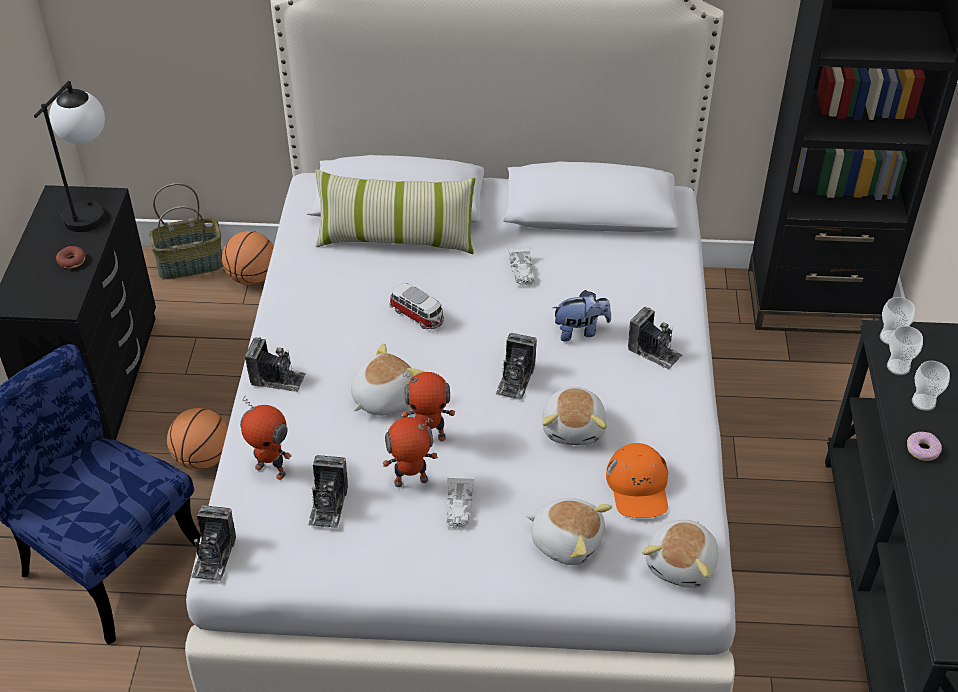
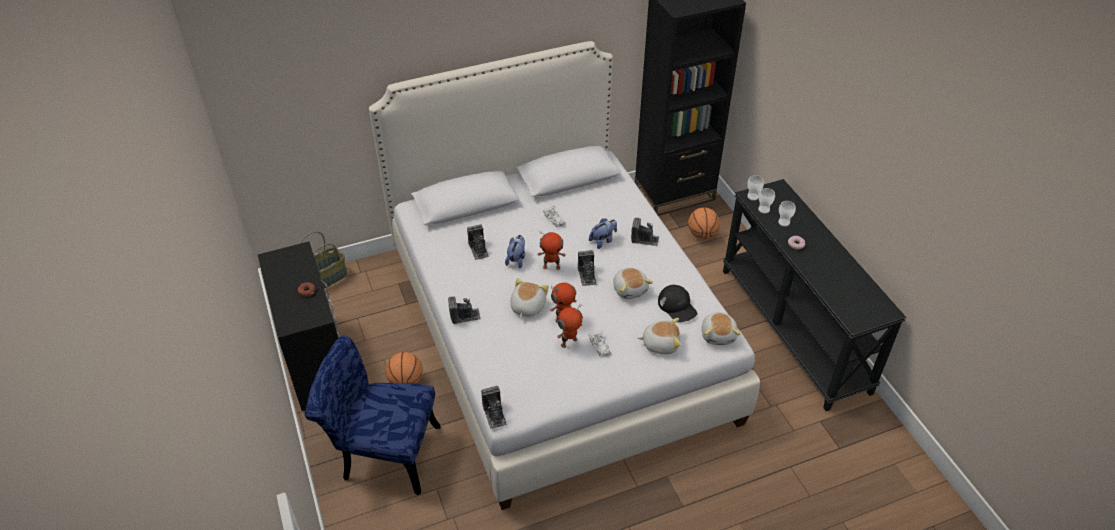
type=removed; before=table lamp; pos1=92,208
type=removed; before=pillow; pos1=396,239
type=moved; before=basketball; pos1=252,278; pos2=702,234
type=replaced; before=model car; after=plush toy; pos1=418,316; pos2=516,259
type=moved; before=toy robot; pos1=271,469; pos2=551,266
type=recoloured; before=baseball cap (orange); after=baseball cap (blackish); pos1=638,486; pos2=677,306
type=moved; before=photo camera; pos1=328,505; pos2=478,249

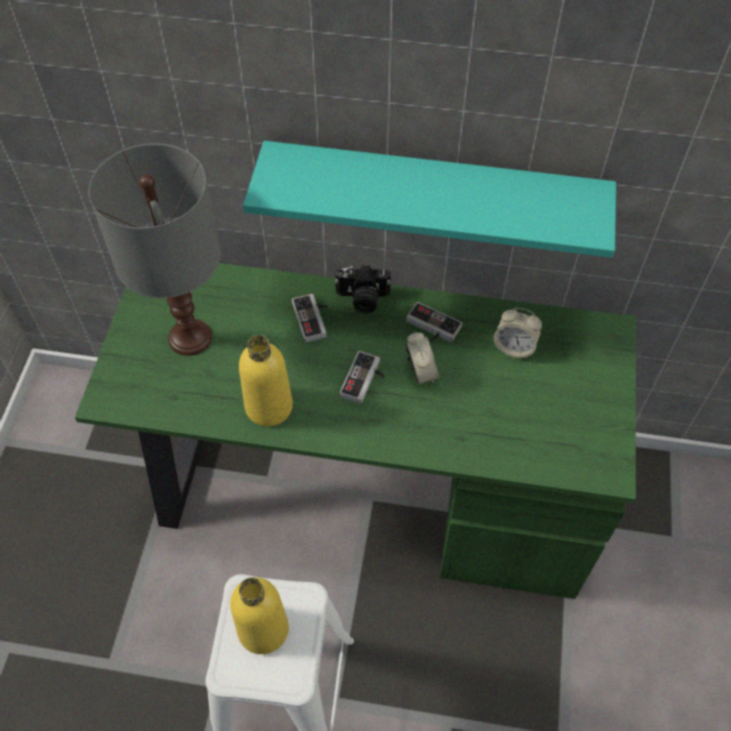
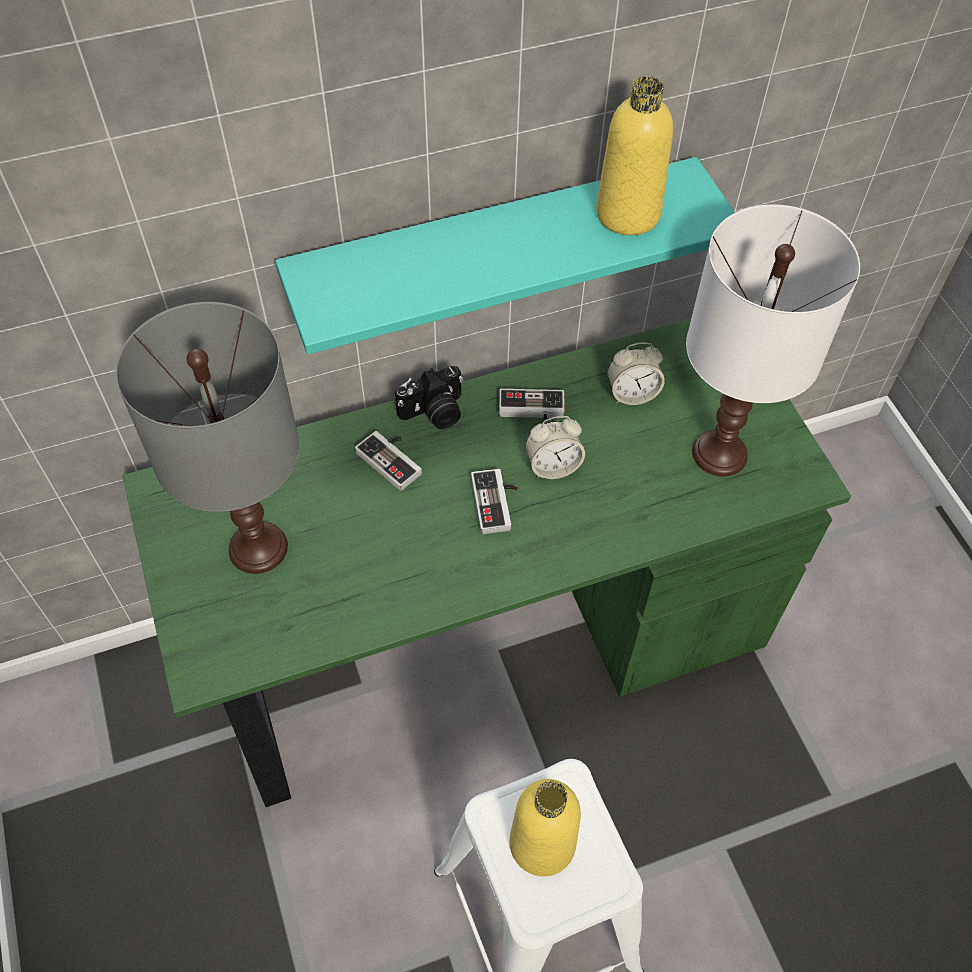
type=turned; before=alarm clock; pos1=421,373; pos2=553,466; turn=120
type=moved; before=drink bottle (yellow-coloured); pos1=269,406; pos2=628,214
type=added; after=table lamp (whitish); pos2=718,453

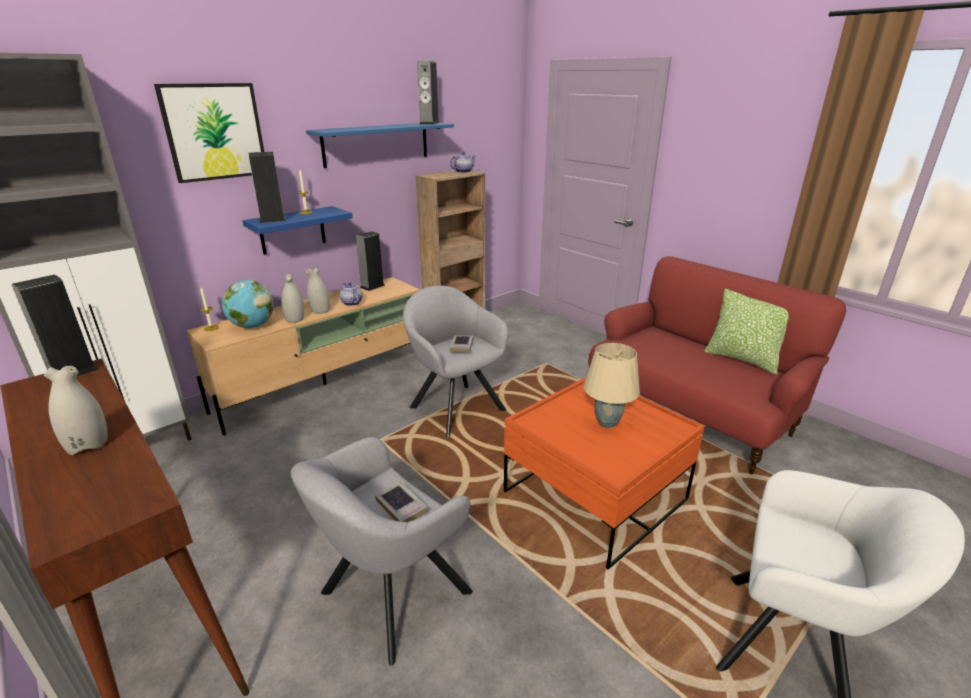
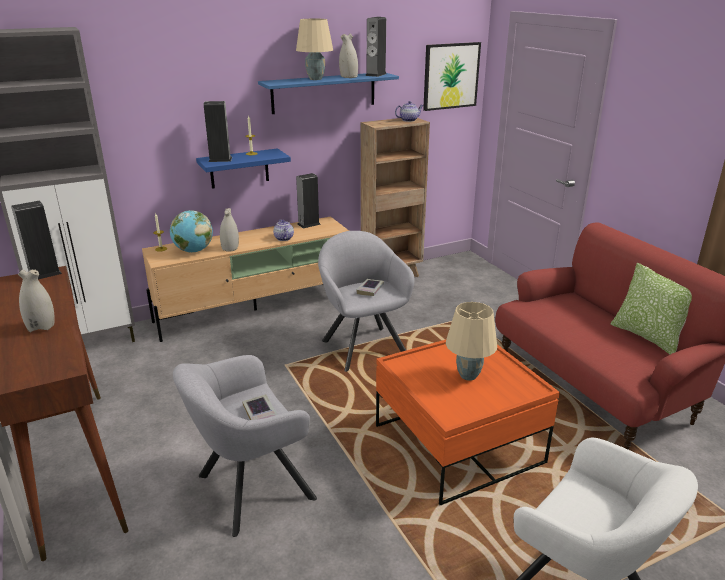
type=moved; before=wall art; pos1=214,132; pos2=451,76
type=moved; before=vase (whitish); pos1=320,311; pos2=348,77
type=added; after=table lamp (beige-coloured); pos2=315,79

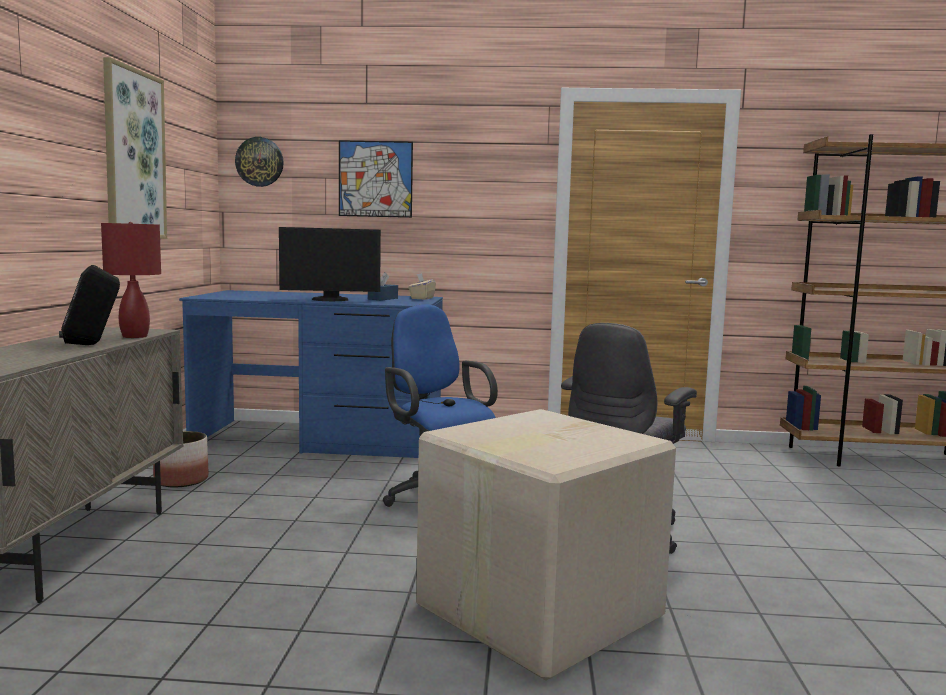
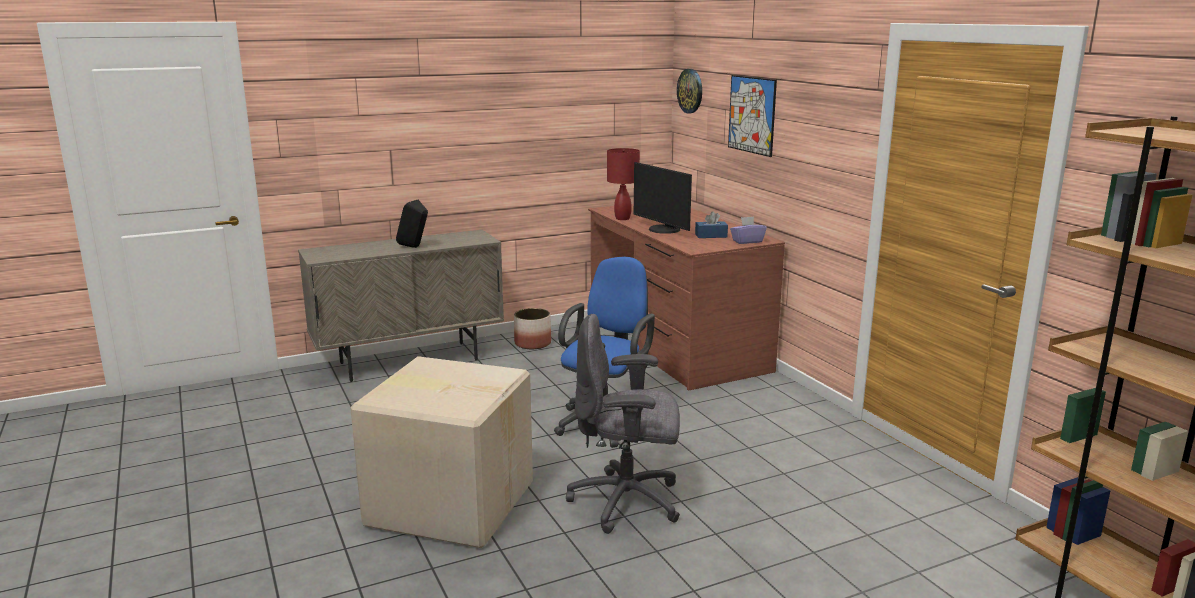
type=removed; before=wall art; pos1=134,155
type=moved; before=table lamp (red); pos1=135,336; pos2=622,218
type=recoloured; before=box of tissues (beige-coloured); after=box of tissues (purple-coloured); pos1=422,298; pos2=747,241
type=recoloured; before=desk table (bluish); after=desk table (brown); pos1=320,438; pos2=675,345

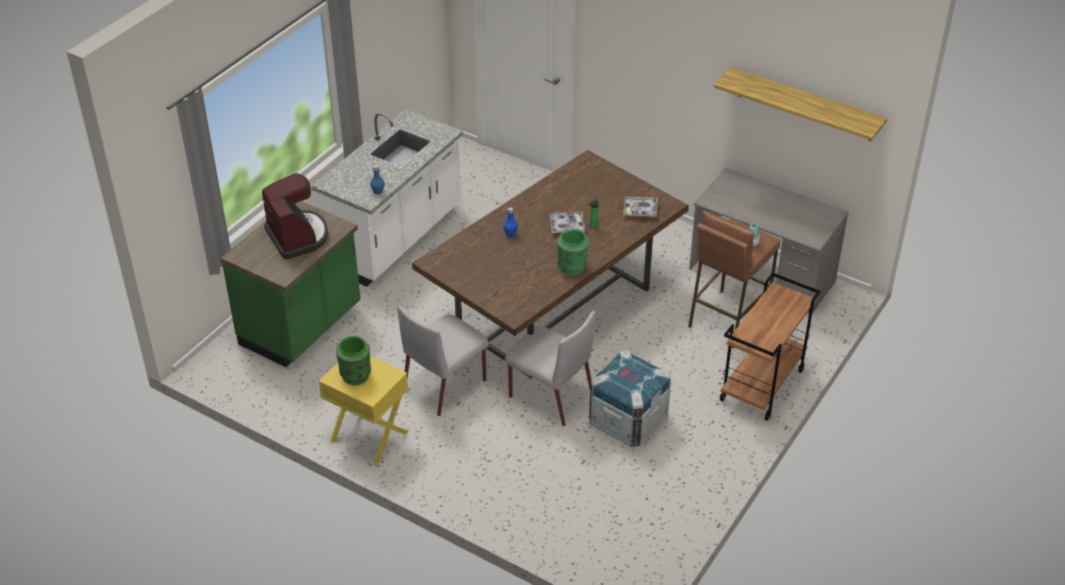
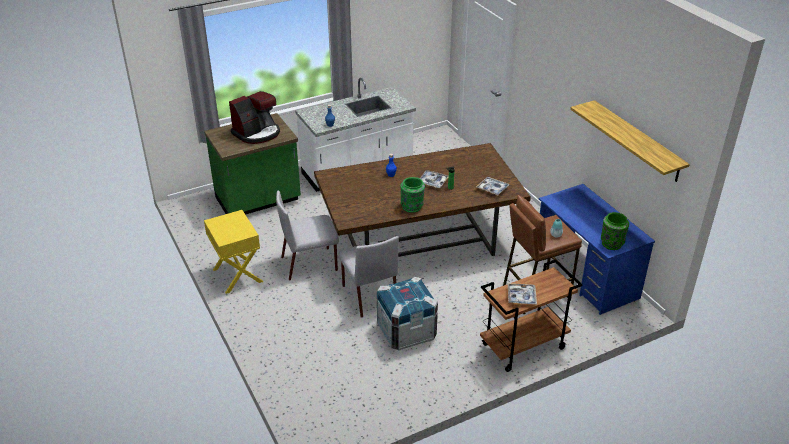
type=recoloured; before=desk table (greyish); after=desk table (bluish); pos1=762,276; pos2=585,275
type=turned; before=coffee machine; pos1=298,236; pos2=257,133; turn=45
type=moved; before=vase (green-coloured); pos1=355,375; pos2=611,243
type=added; after=carrying tray; pos2=521,297

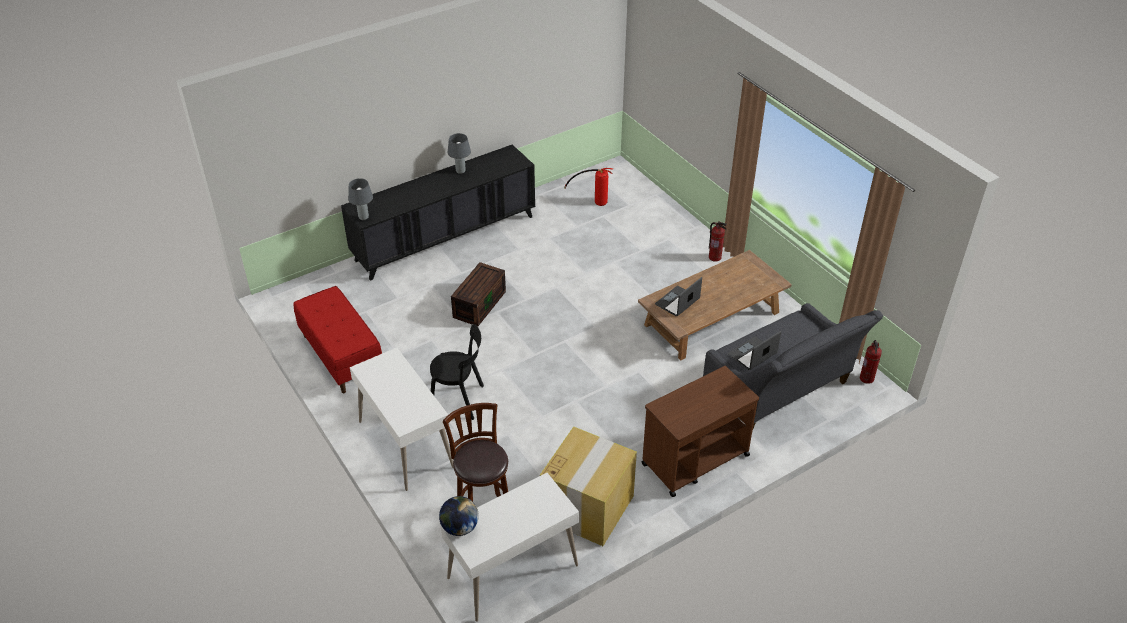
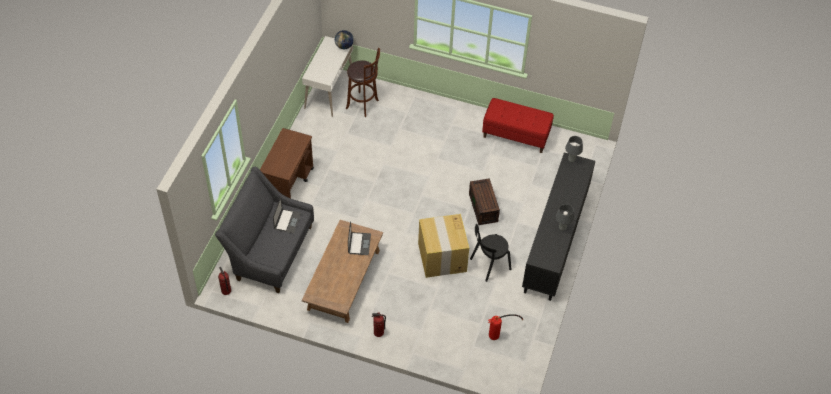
type=moved; before=plain chair (blackish); pos1=460,400; pos2=488,265
type=removed; before=desk table (whitish); pos1=405,444
type=moved; before=packing box; pos1=588,506; pos2=442,258

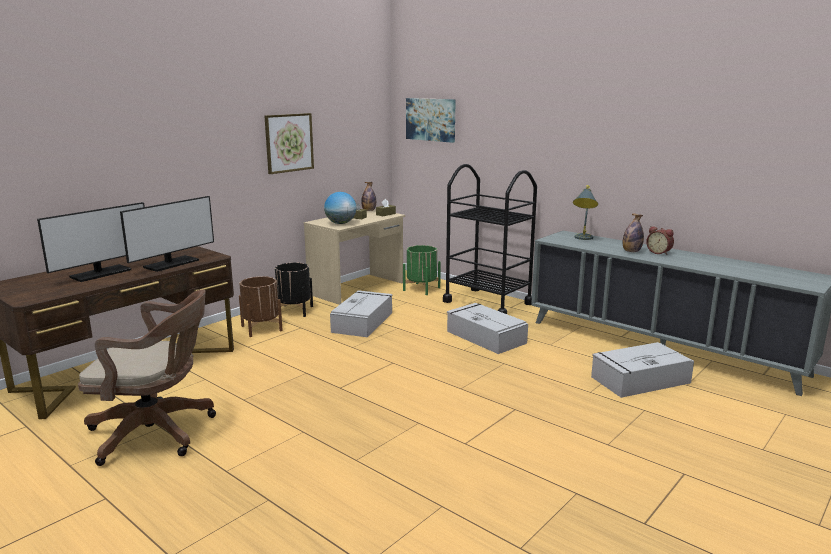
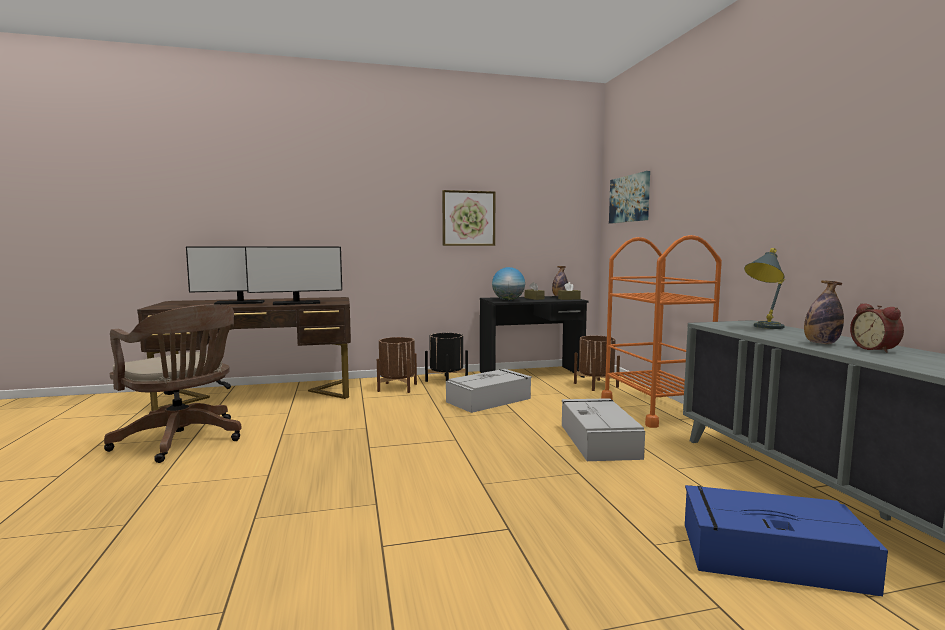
type=recoloured; before=trolley (blackish); after=trolley (orange); pos1=488,302; pos2=655,409
type=recoloured; before=desk table (beige-coloured); after=desk table (blackish); pos1=357,288; pos2=531,374
type=recoloured; before=plant pot (green-coloured); after=plant pot (brown); pos1=421,289; pos2=596,385
type=recoloured; before=storage bin (greyish); after=storage bin (bluish); pos1=639,380; pos2=769,556

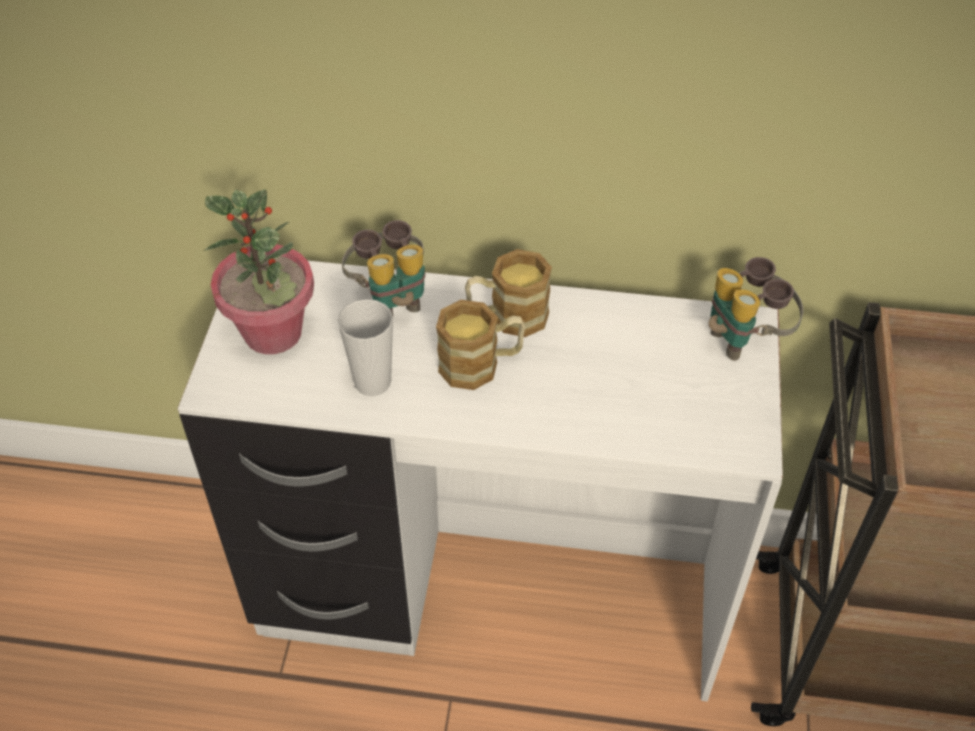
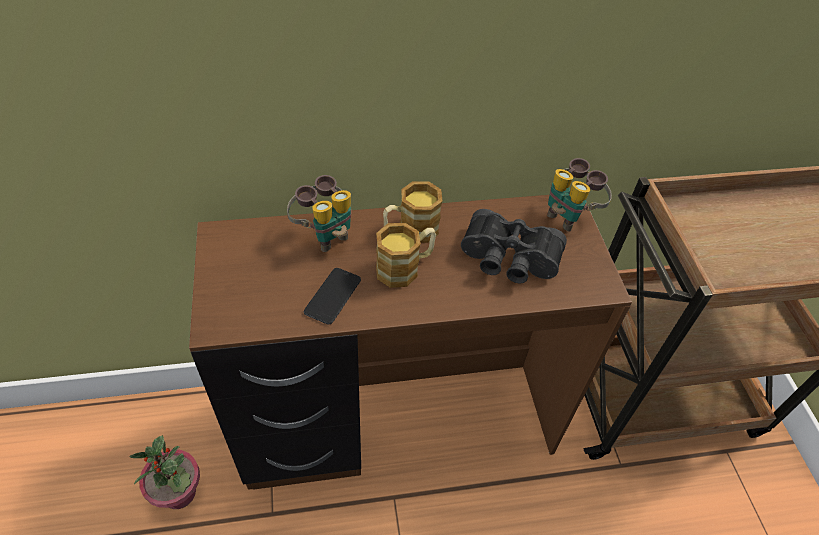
type=moved; before=houseplant; pos1=273,333; pos2=179,493
type=recoloured; before=desk table (whitish); after=desk table (brown); pos1=489,600; pos2=398,424
type=replaced; before=drinking cup; after=phone; pos1=372,382; pos2=333,296
type=added; after=pair of binoculars (blackish); pos2=508,260

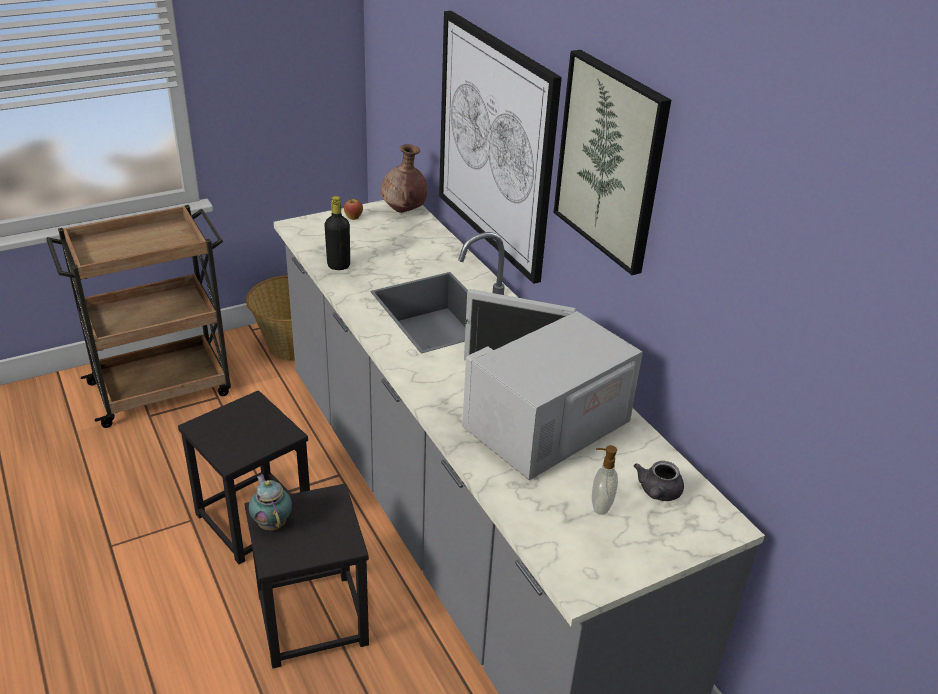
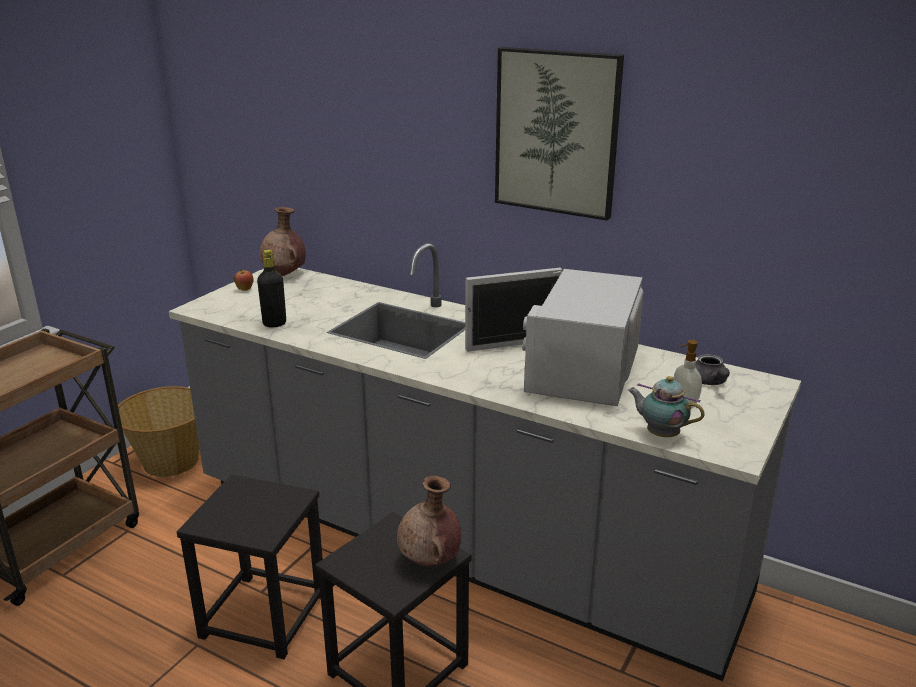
type=removed; before=wall art; pos1=495,144
type=moved; before=pot for tea; pos1=272,522; pos2=660,434
type=added; after=vase (brown); pos2=430,561

